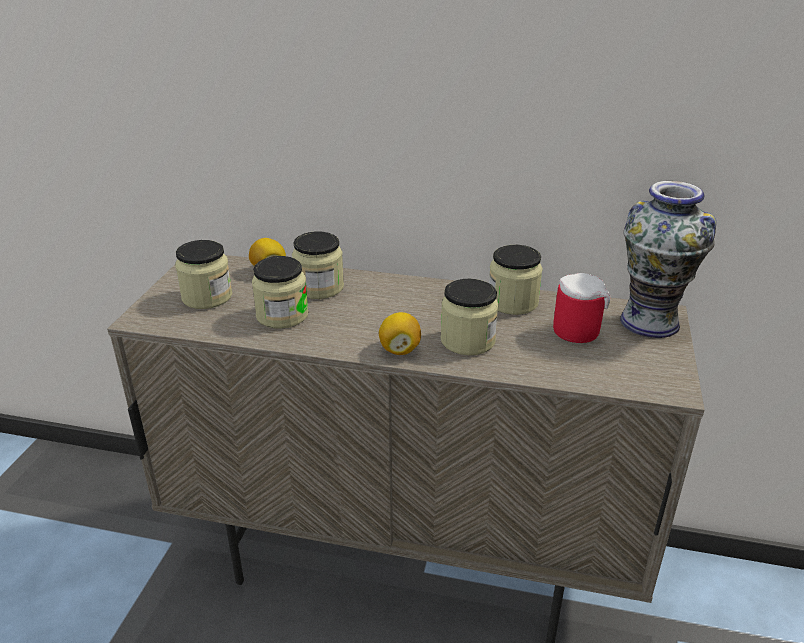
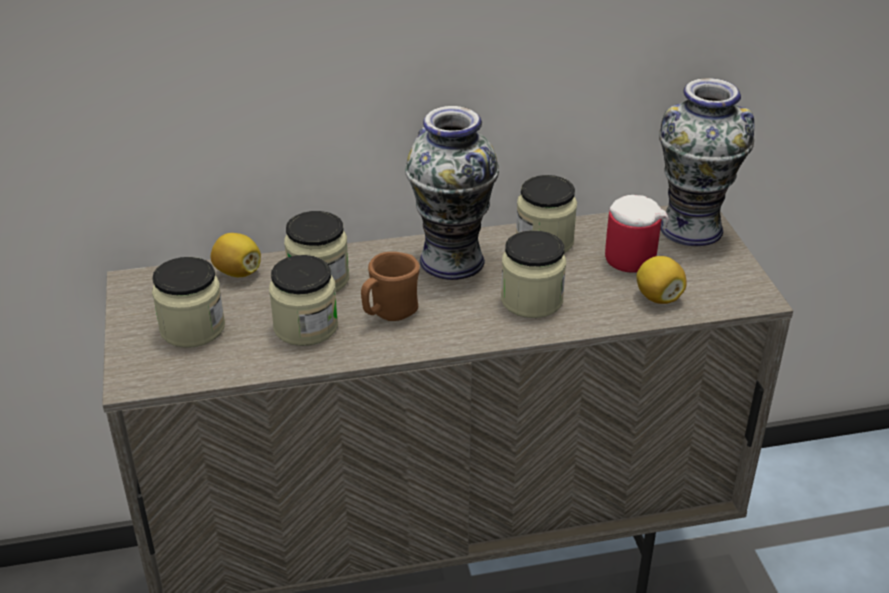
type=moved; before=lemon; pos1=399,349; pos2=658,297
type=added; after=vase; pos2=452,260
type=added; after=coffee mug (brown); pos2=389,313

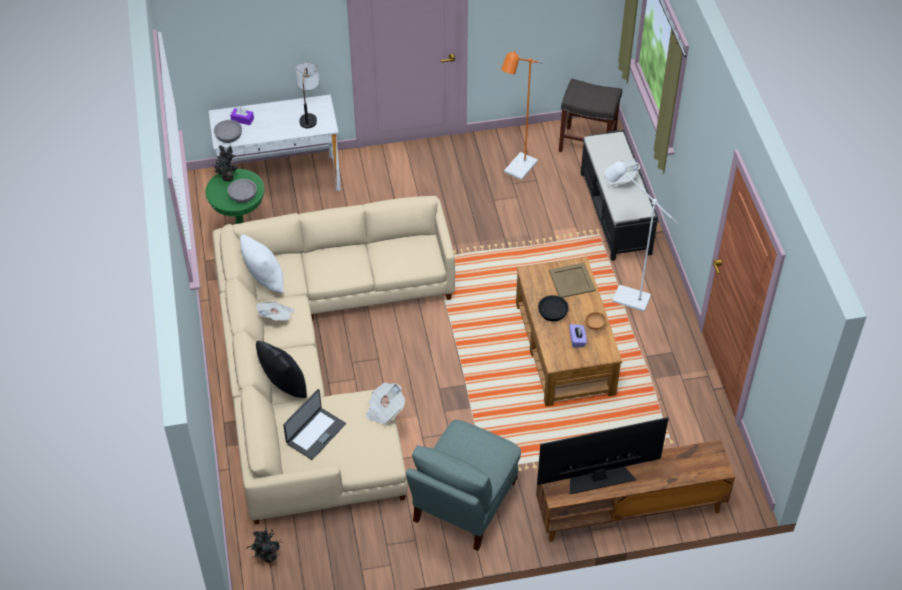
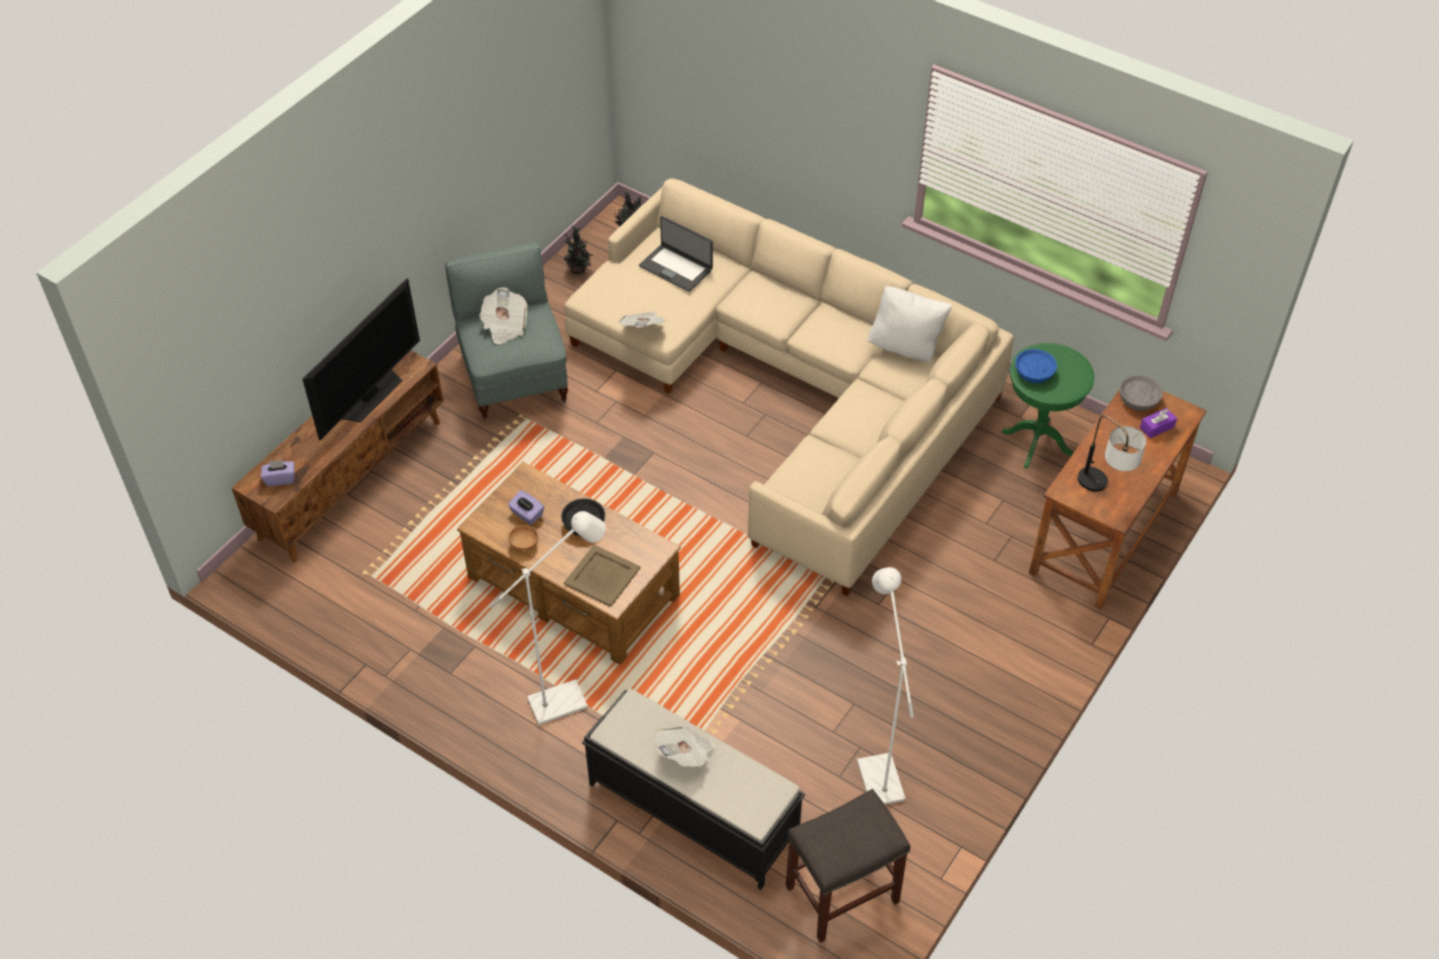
type=recoloured; before=floor lamp (orange); after=floor lamp (whitish); pos1=517,170; pos2=877,771
type=recoloured; before=desk table (whitish); after=desk table (brown); pos1=280,180; pos2=1104,533
type=moved; before=houseplant; pos1=227,177; pos2=579,270
type=recoloured; before=deep dish (greyish); after=deep dish (bluish); pos1=242,195; pos2=1034,372
type=moved; before=printed paper; pos1=276,317; pos2=504,326
type=removed; before=pillow (blackish); pos1=283,387
type=turned; before=laptop; pos1=315,433; pos2=676,267; turn=-45
type=added; after=box of tissues (purple-coloured); pos2=280,479

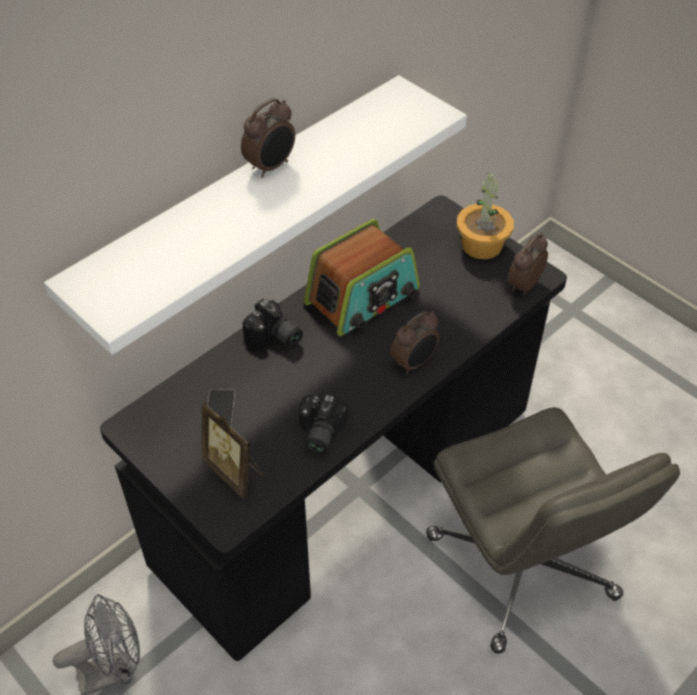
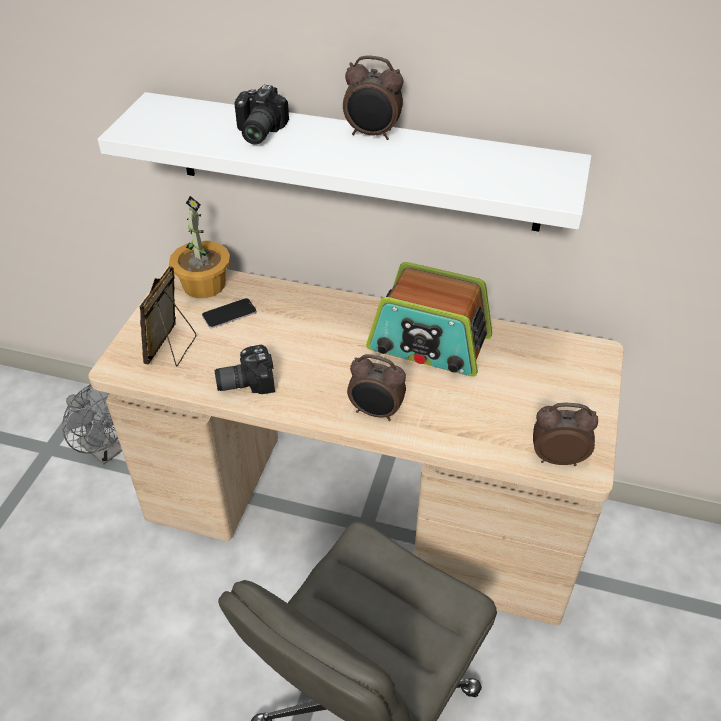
type=moved; before=houseplant; pos1=481,245; pos2=203,284
type=recoloured; before=desk table (blackish); after=desk table (beige-coloured); pos1=347,486; pos2=360,516
type=moved; before=photo camera; pos1=274,337; pos2=257,132

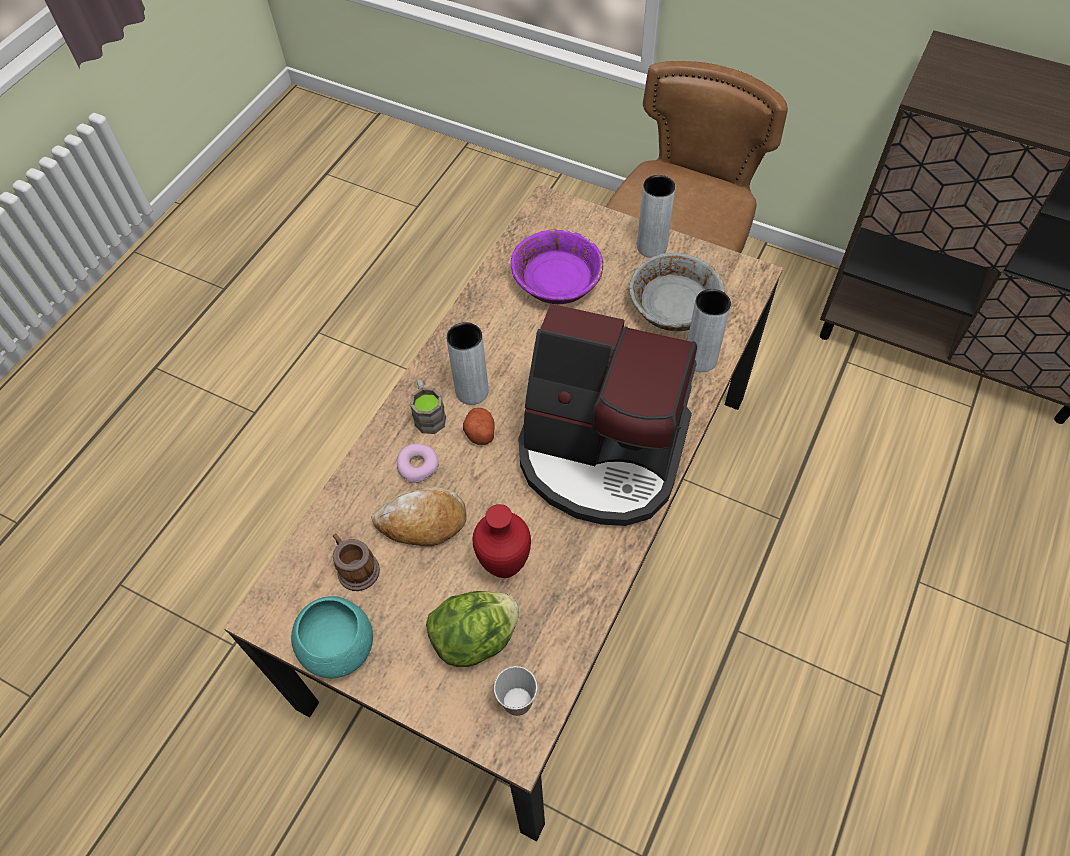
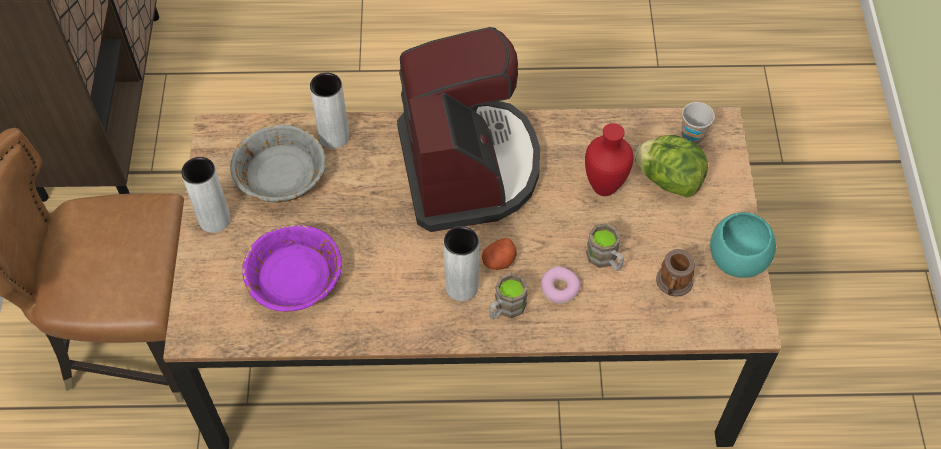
type=replaced; before=bakery bread; after=coffee mug (brown); pos1=422,522; pos2=605,259

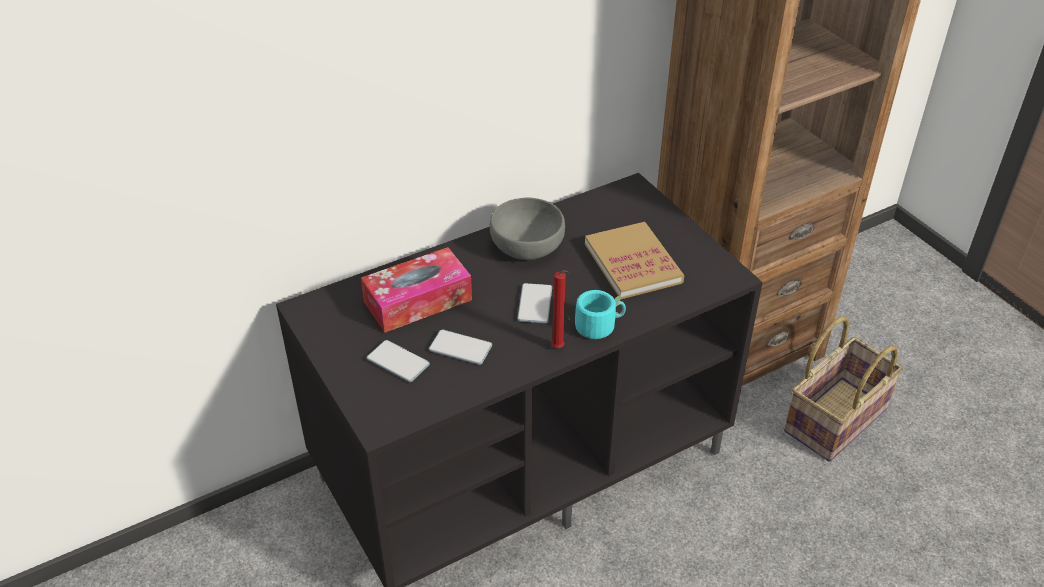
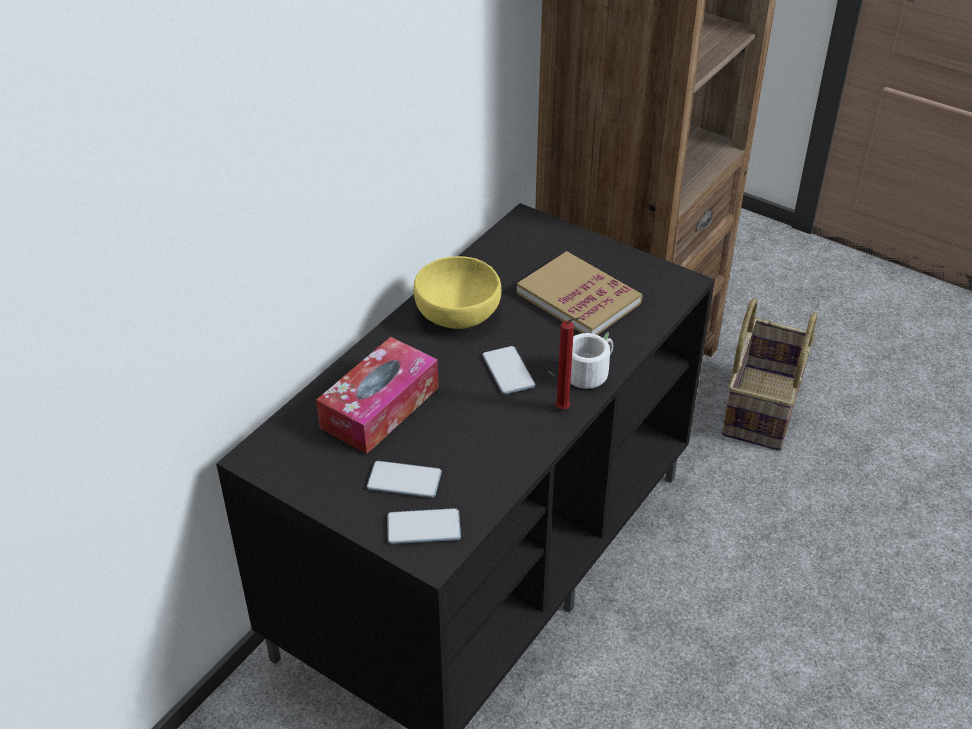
type=recoloured; before=deep dish (greyish); after=deep dish (yellow-coloured); pos1=526,246; pos2=456,313
type=recoloured; before=coffee mug (turquoise-coloured); after=coffee mug (whitish); pos1=598,325; pos2=587,372
type=moved; before=phone; pos1=460,348; pos2=423,527

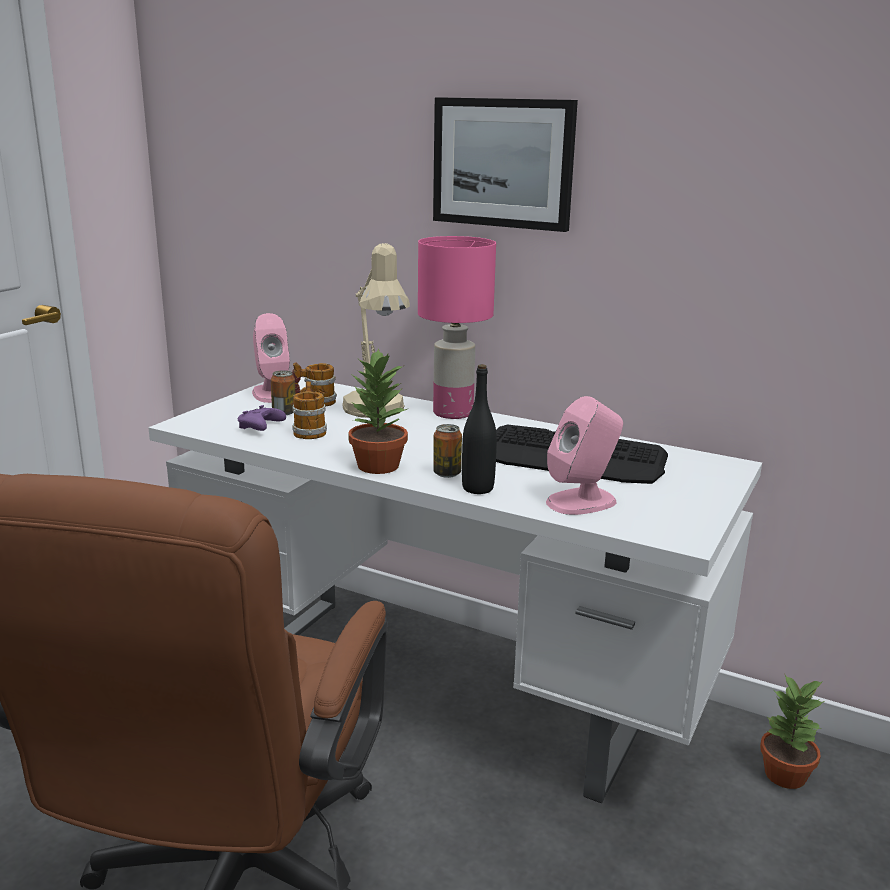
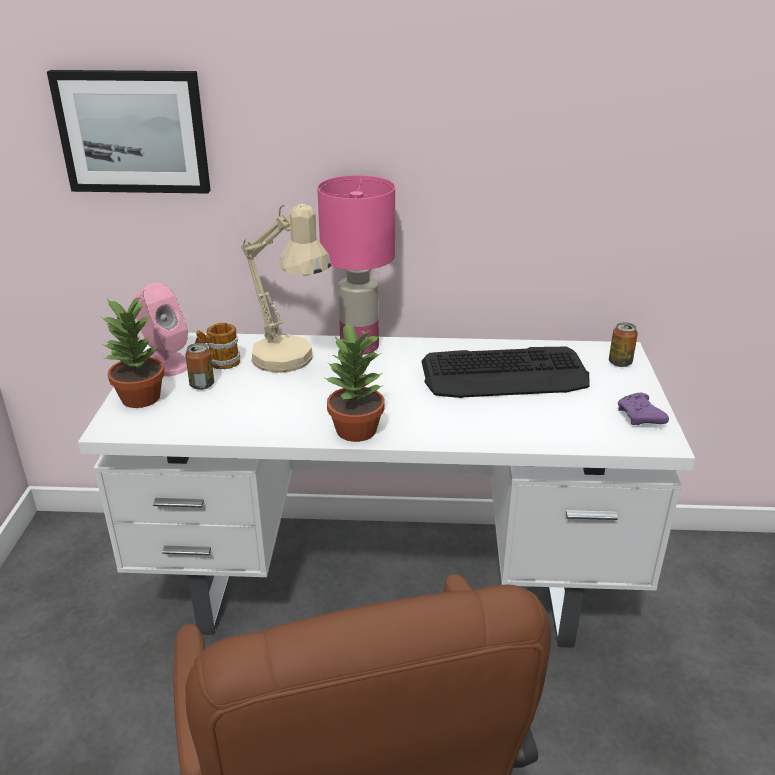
type=moved; before=wall art; pos1=503,163; pos2=133,132
type=removed; before=drink bottle (blackish); pos1=477,488
type=removed; before=coffee mug; pos1=309,431
type=removed; before=audio speaker (pink-coloured); pos1=582,501
type=moved; before=gamepad (purple-coloured); pos1=260,428; pos2=640,418
type=moved; before=can; pos1=447,473; pos2=620,363
type=moved; before=houseplant; pos1=786,775; pos2=141,398

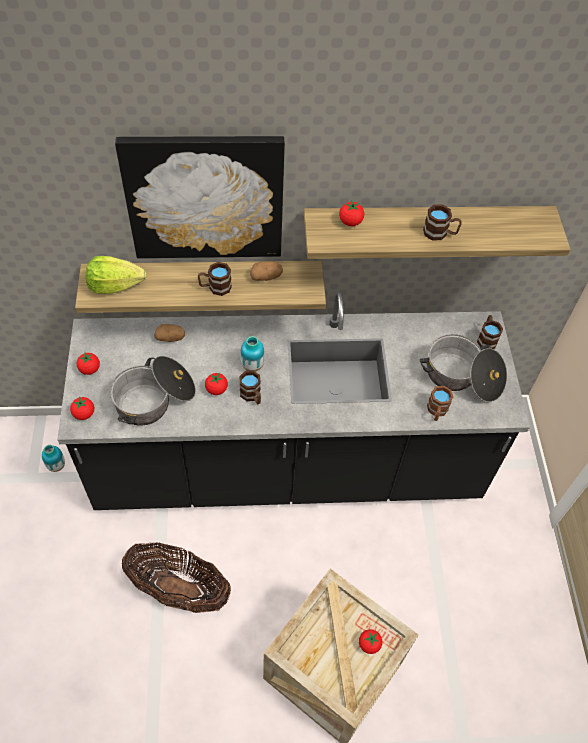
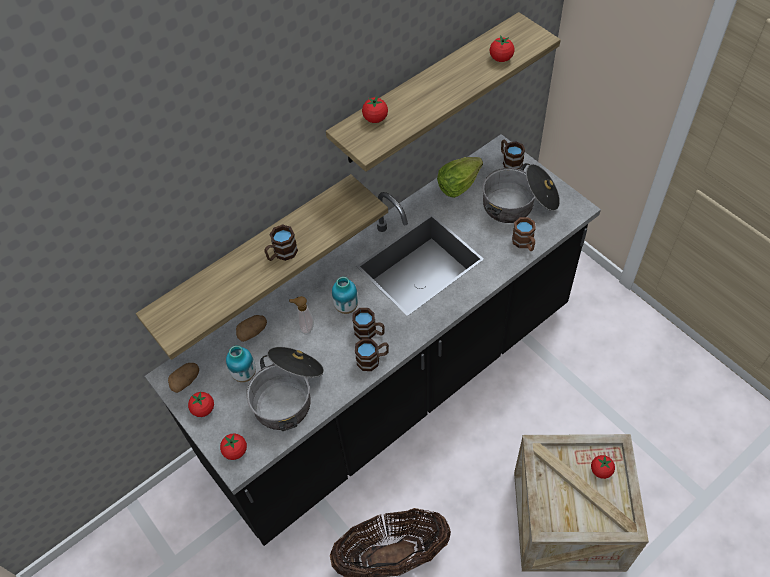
type=removed; before=wall art; pos1=205,197
type=moved; before=coffee mug (brown); pos1=440,233; pos2=373,359
type=moved; before=lettuce; pos1=115,285; pos2=458,185
type=moved; before=spud; pos1=266,277; pos2=186,381
type=moved; before=whole tomato; pos1=216,389; pos2=501,58
type=moved; before=vase; pos1=56,466; pos2=245,374
type=added; after=soap bottle; pos2=305,327

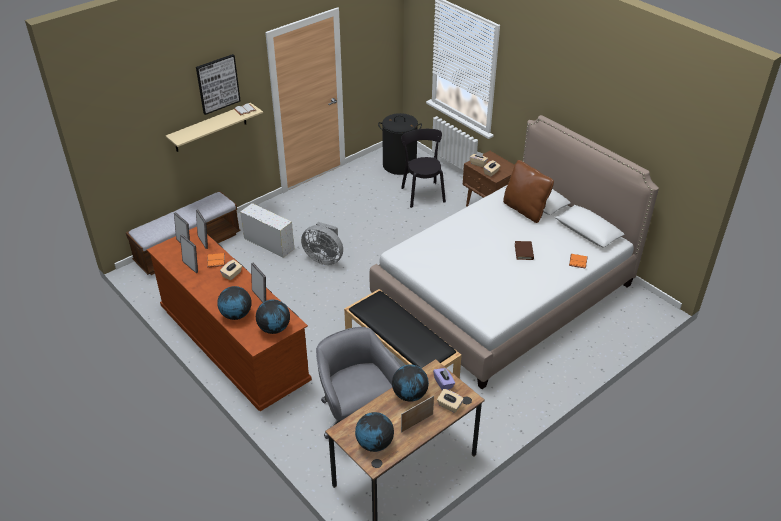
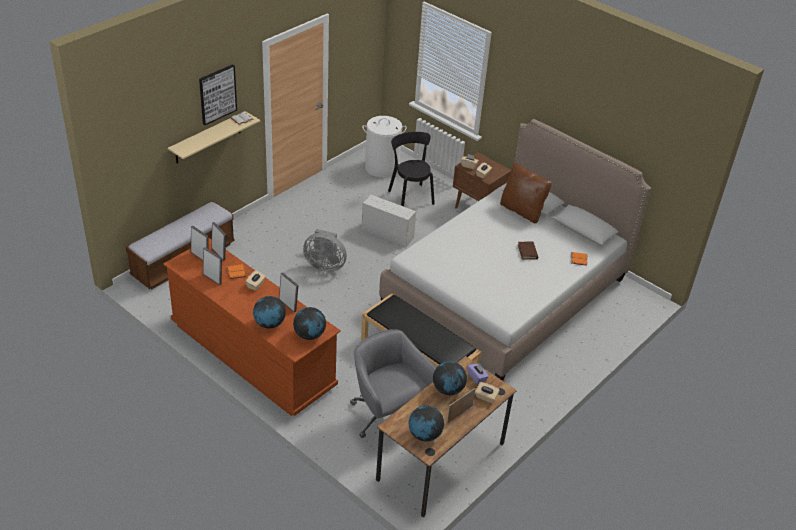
type=recoloured; before=hamper (blackish); after=hamper (whitish); pos1=399,165; pos2=382,167
type=moved; before=storage bin (whitish); pos1=268,243; pos2=386,233

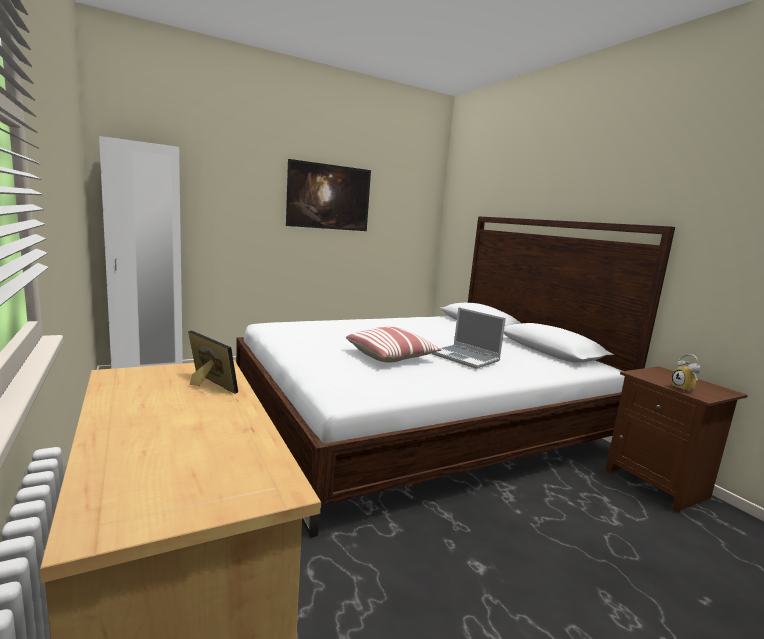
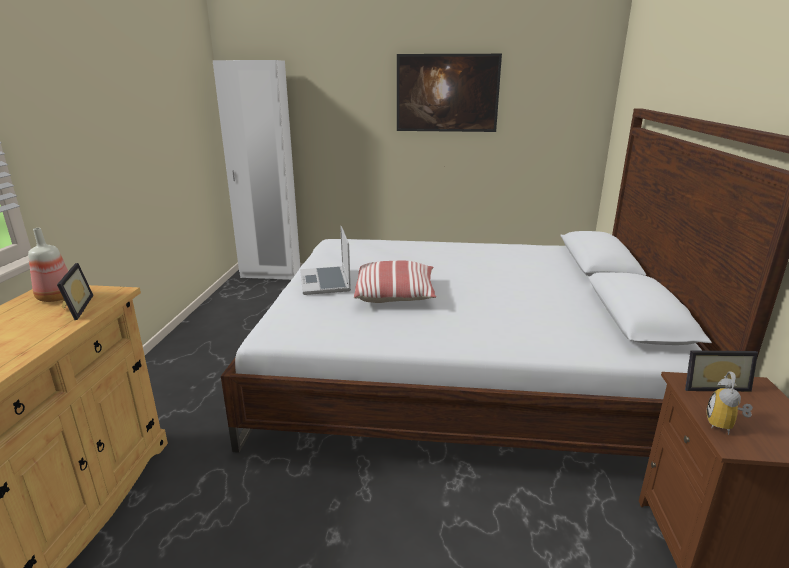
type=moved; before=laptop; pos1=466,358; pos2=326,282
type=added; after=drink bottle; pos2=57,297
type=added; after=standing frame; pos2=712,385

